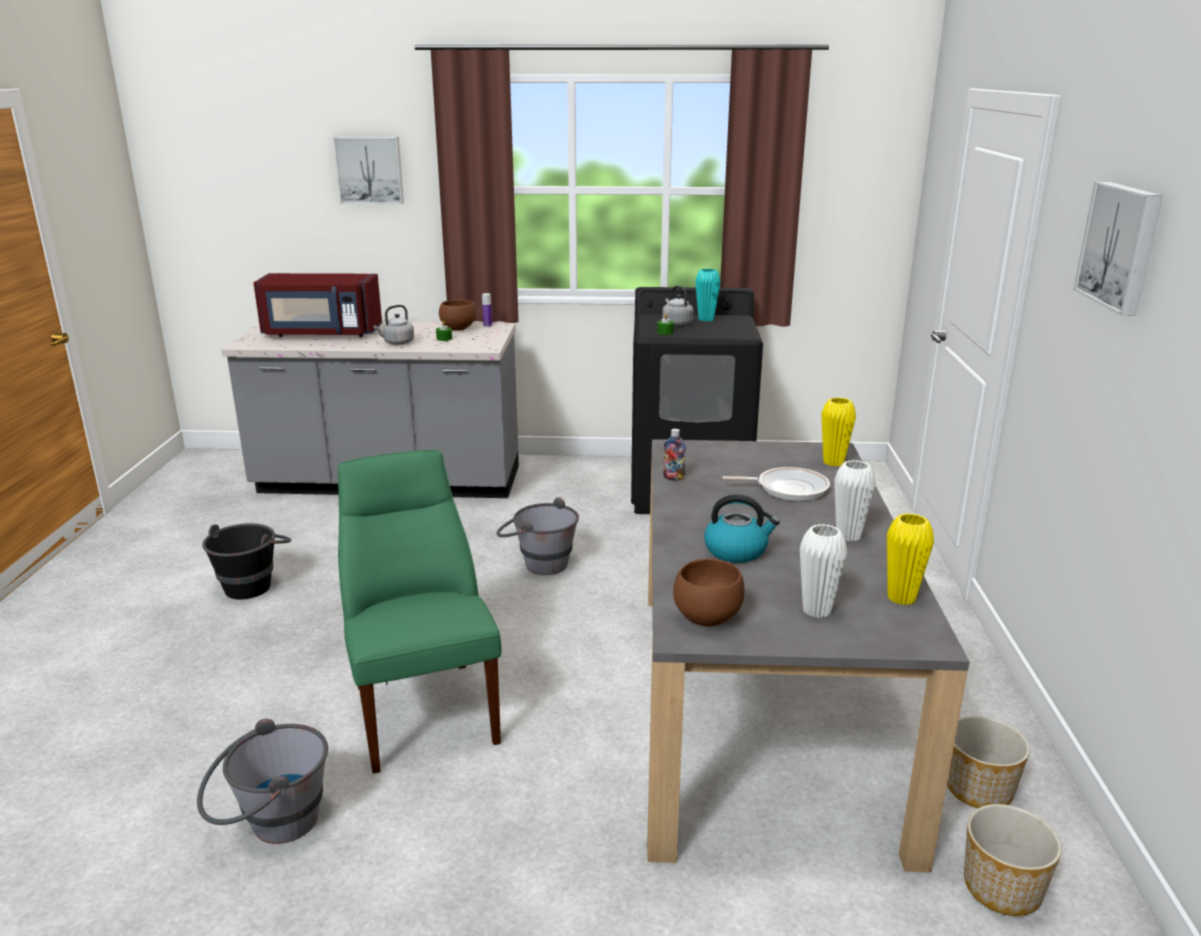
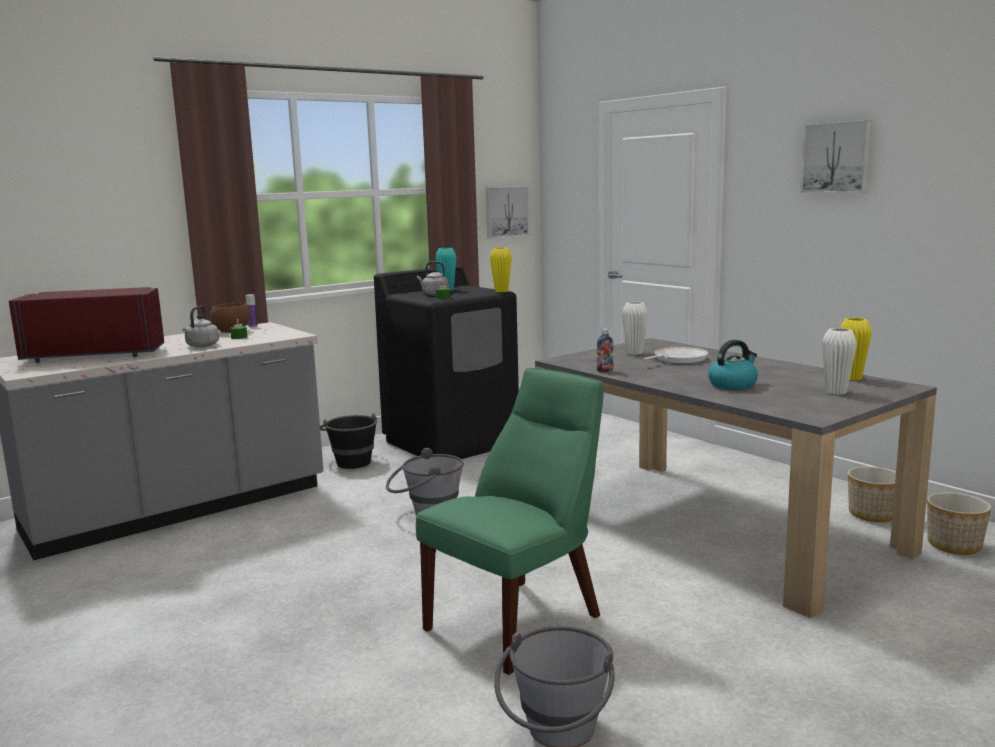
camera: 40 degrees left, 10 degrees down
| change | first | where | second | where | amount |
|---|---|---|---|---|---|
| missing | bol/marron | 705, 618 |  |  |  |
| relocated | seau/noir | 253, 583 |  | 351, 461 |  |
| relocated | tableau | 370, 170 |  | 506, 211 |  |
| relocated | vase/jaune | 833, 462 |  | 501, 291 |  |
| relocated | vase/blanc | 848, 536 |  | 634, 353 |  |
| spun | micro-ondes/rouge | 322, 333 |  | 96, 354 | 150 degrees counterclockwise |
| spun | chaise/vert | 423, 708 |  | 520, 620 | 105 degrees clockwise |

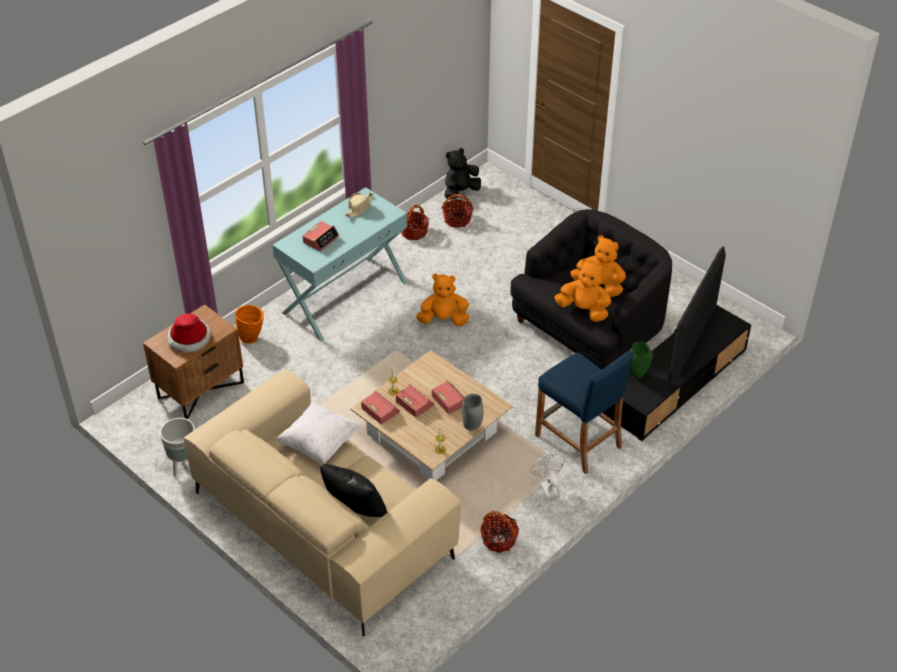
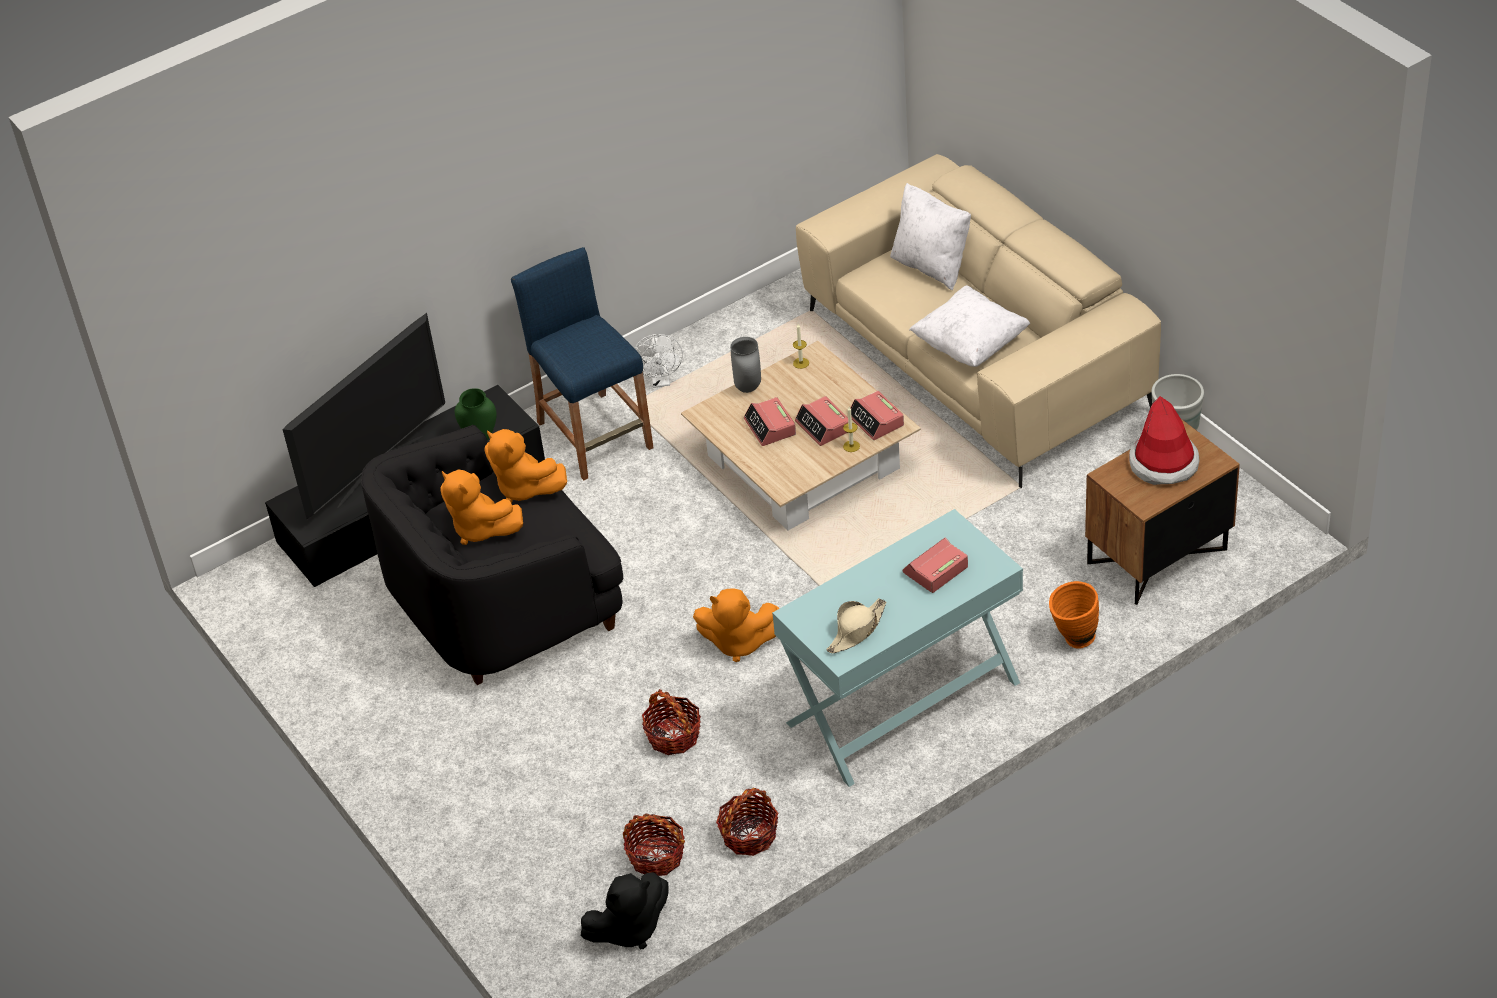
camera: 165 degrees left, 0 degrees up
| change | first | where | second | where | amount |
|---|---|---|---|---|---|
| relocated | panier | 499, 539 |  | 673, 736 |  |
| colour | coussin/noir | 355, 510 | coussin/blanc | 931, 266 |  |

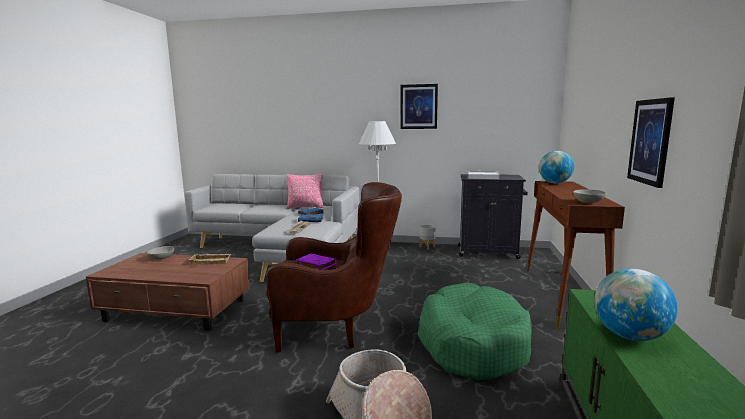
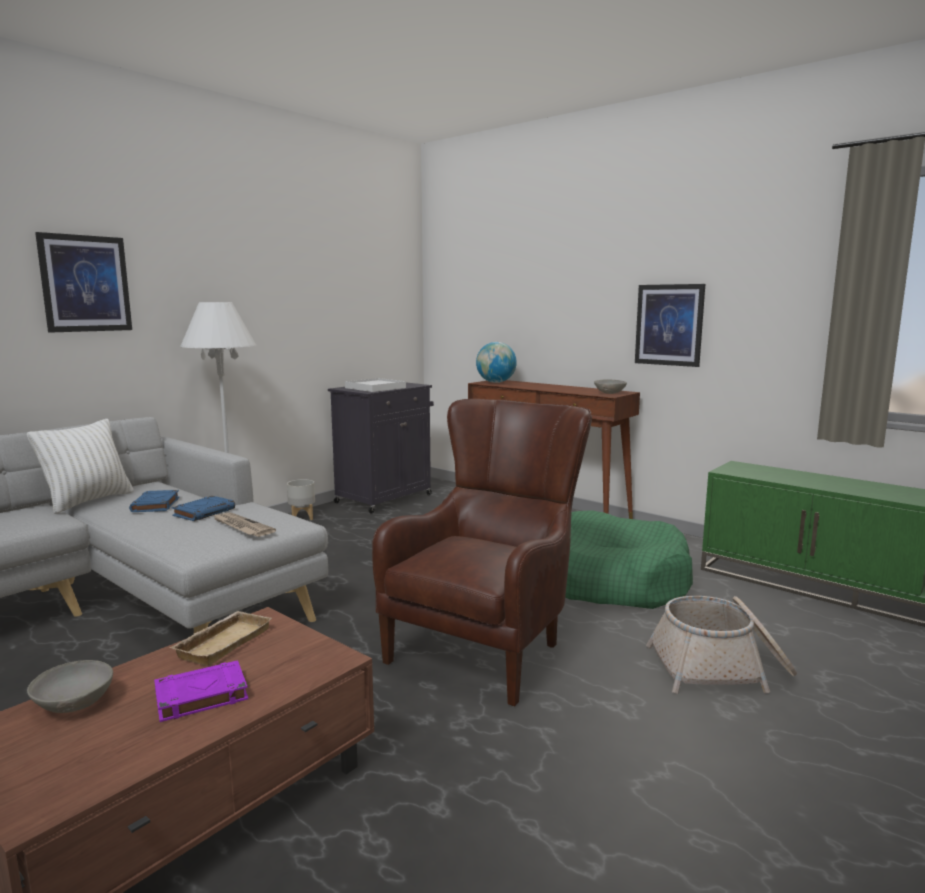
camera: 60 degrees left, 0 degrees up
| change | first | where | second | where | amount |
|---|---|---|---|---|---|
| missing | globe | 629, 336 |  |  |  |
| relocated | livre/violet | 315, 264 |  | 200, 696 |  |
| relocated | tableau | 418, 106 |  | 85, 283 |  |
| colour | coussin/rose | 305, 207 | coussin/blanc | 88, 501 |  |

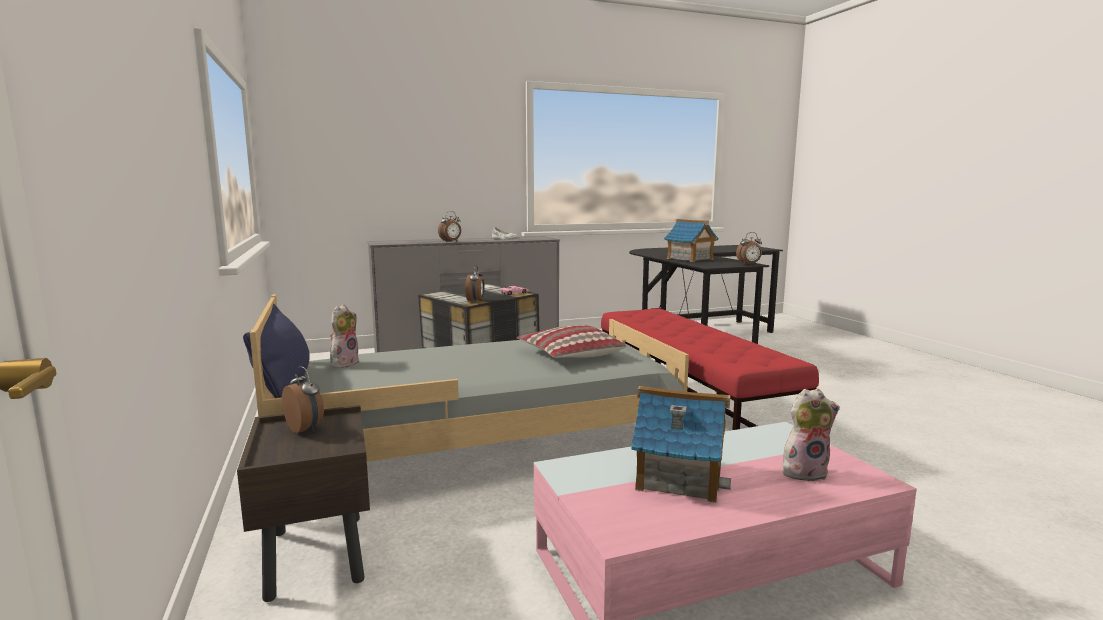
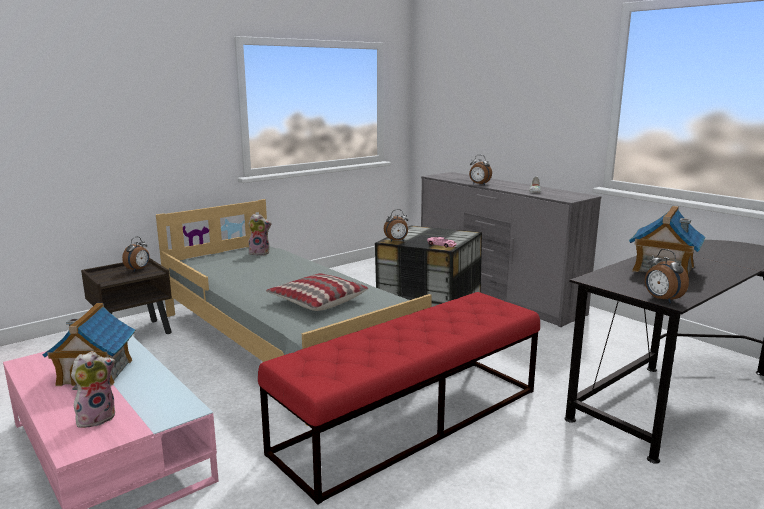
camera: 70 degrees right, 5 degrees up
| change | first | where | second | where | amount |
|---|---|---|---|---|---|
| missing | coussin/bleu | 283, 386 |  |  |  |
| spun | peluche | 804, 472 |  | 97, 417 | 105 degrees counterclockwise |

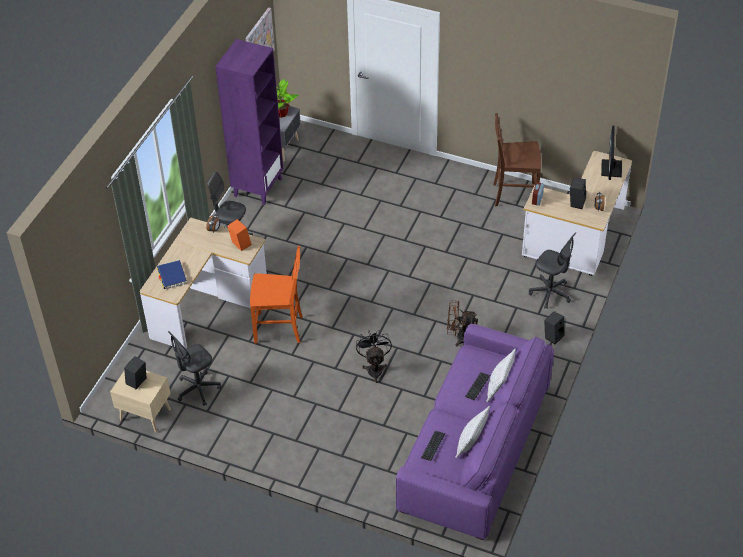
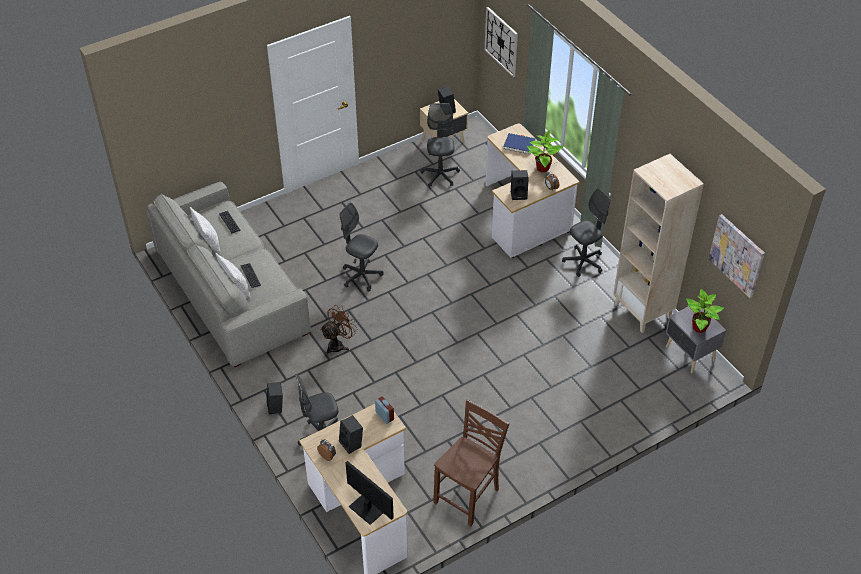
camera: 125 degrees right, 0 degrees up
| change | first | where | second | where | amount |
|---|---|---|---|---|---|
| missing | chaise/orange | 280, 329 |  |  |  |
| appeared |  |  | horloge murale | 501, 41 |  |
| appeared |  |  | plante en pot | 542, 168 |  |
| exchanged | ventilateur/noir | 374, 368 | chaise de bureau/gris | 361, 276 |  |
| colour | bibliothèque/violet | 257, 187 | bibliothèque/beige | 643, 311 |  |
| colour | enceinte/orange | 239, 244 | enceinte/noir | 519, 194 |  |
| colour | canapé/violet | 475, 447 | canapé/gris | 230, 291 |  |

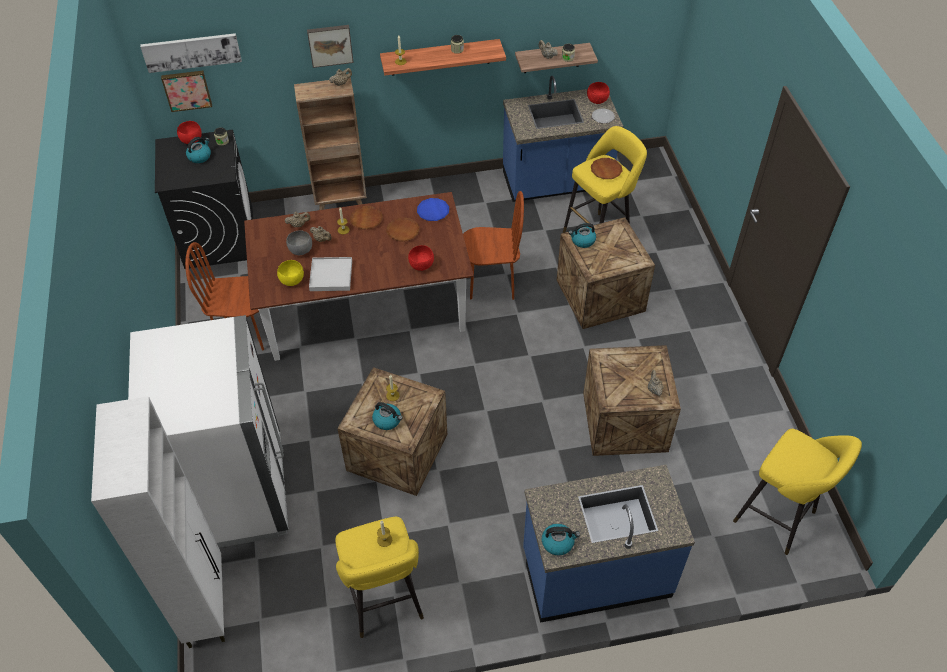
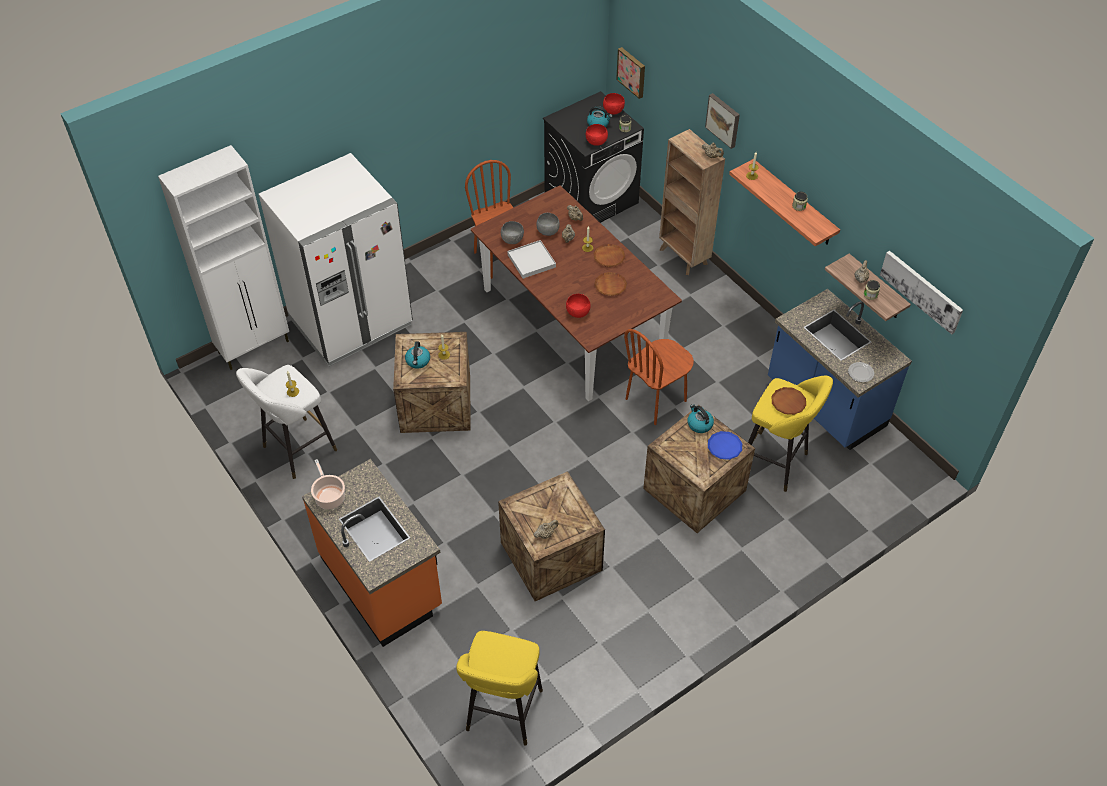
camera: 65 degrees right, 0 degrees up
| change | first | where | second | where | amount |
|---|---|---|---|---|---|
| relocated | tableau | 191, 52 |  | 921, 291 |  |
| relocated | assiette/bleu | 433, 211 |  | 724, 447 |  |
| relocated | bol/rouge | 597, 101 |  | 596, 142 |  |
| exchanged | bouilloire | 558, 542 | marmite | 329, 496 |  |
| colour | bol/jaune | 292, 280 | bol/gris | 513, 240 |  |
| colour | tabouret/jaune | 385, 604 | tabouret/blanc | 296, 450 |  |
| colour | comptoir de cuisine/bleu | 595, 573 | comptoir de cuisine/orange | 382, 582 |  |
| spun | chaise/marron | 491, 284 |  | 656, 400 | 75 degrees clockwise |

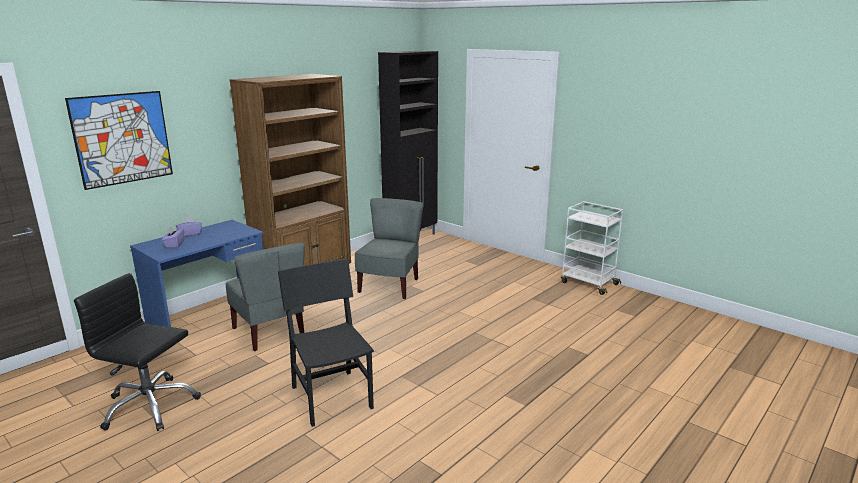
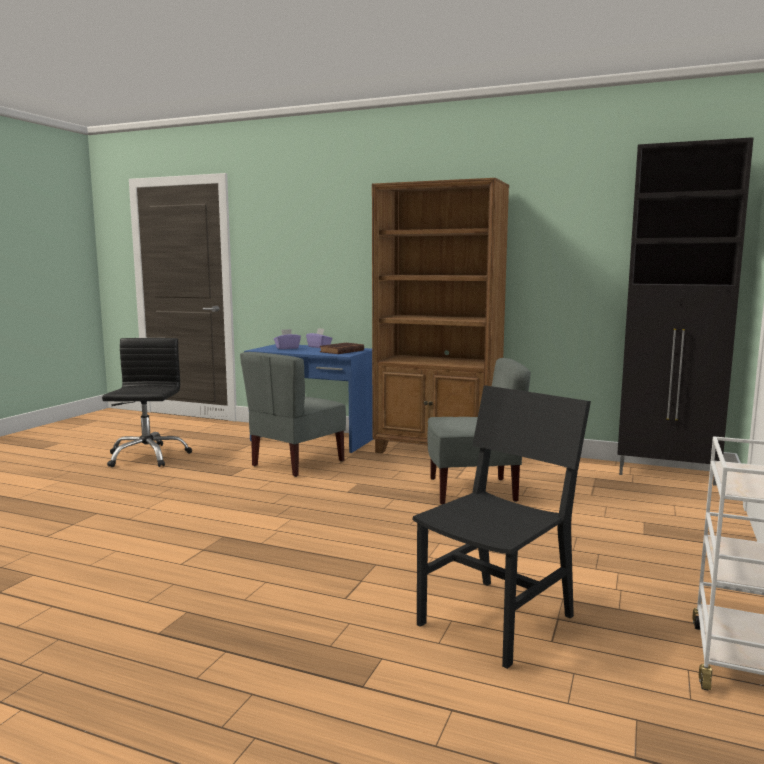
camera: 70 degrees right, 10 degrees down
| change | first | where | second | where | amount |
|---|---|---|---|---|---|
| missing | tableau | 122, 139 |  |  |  |
| appeared |  |  | livre/marron | 341, 351 |  |
| relocated | chaise/noir | 332, 397 |  | 496, 620 |  |

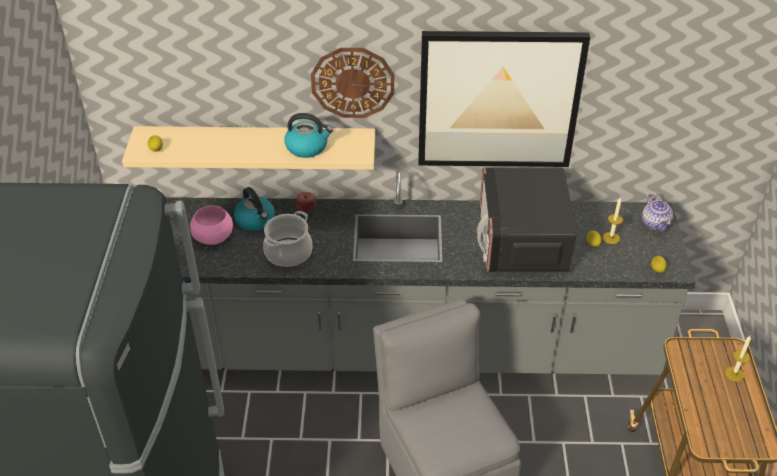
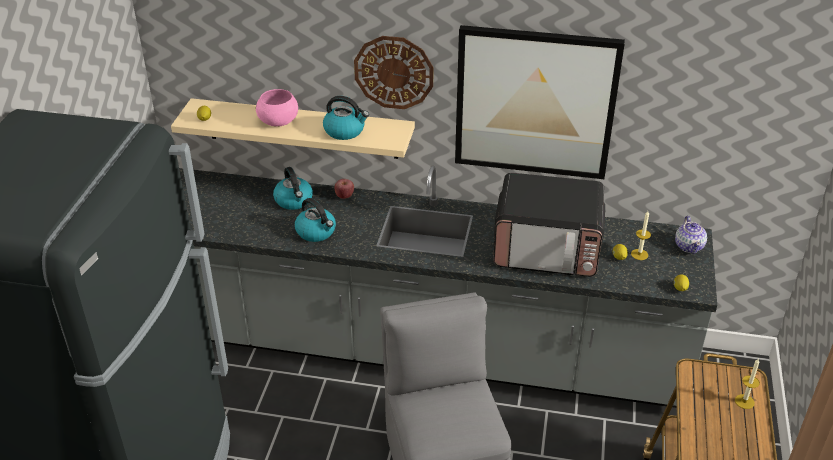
camera: 10 degrees right, 5 degrees down
| change | first | where | second | where | amount |
|---|---|---|---|---|---|
| relocated | bol/rose | 213, 238 |  | 278, 122 |  |
| exchanged | marmite | 288, 253 | bouilloire | 316, 232 |  |
| spun | micro-ondes | 522, 242 |  | 547, 248 | 90 degrees counterclockwise |

